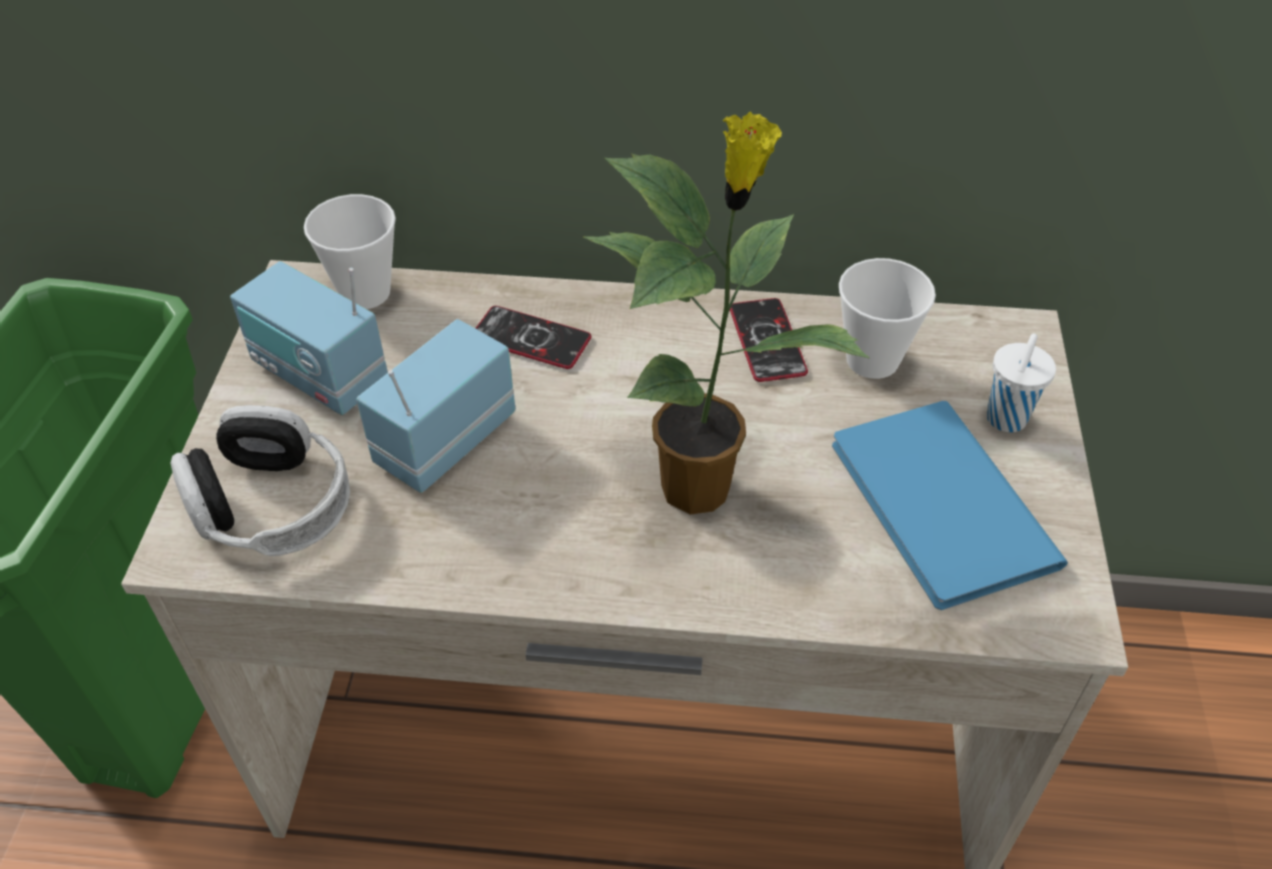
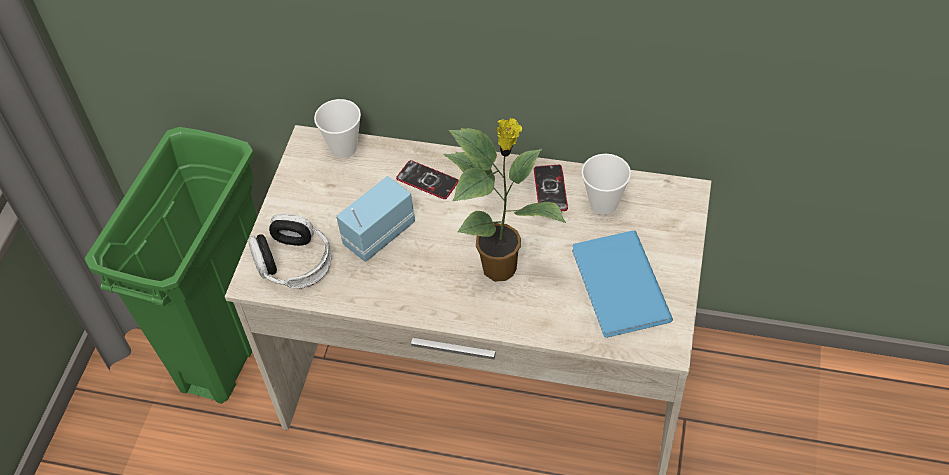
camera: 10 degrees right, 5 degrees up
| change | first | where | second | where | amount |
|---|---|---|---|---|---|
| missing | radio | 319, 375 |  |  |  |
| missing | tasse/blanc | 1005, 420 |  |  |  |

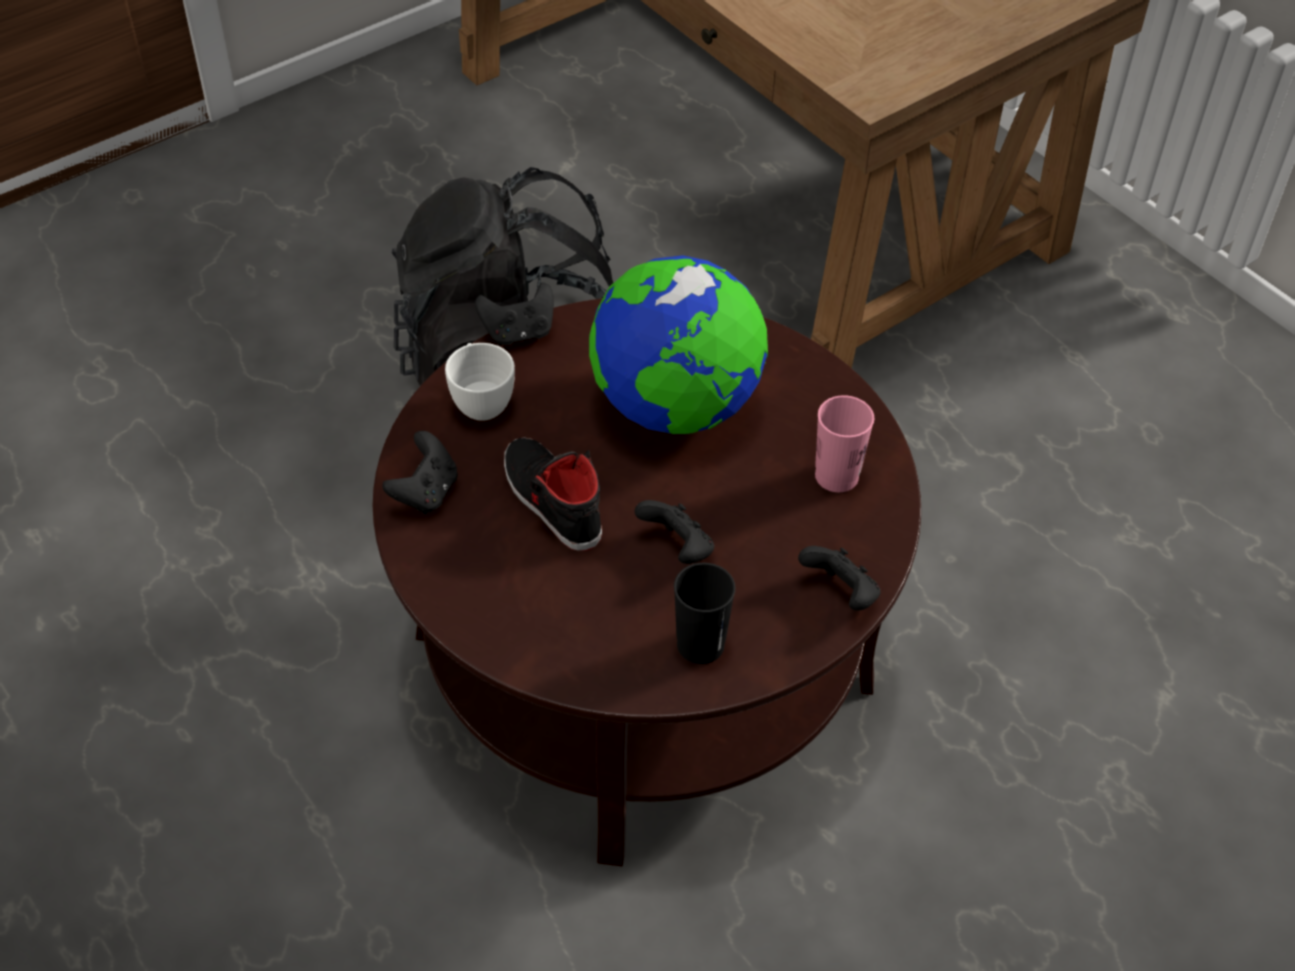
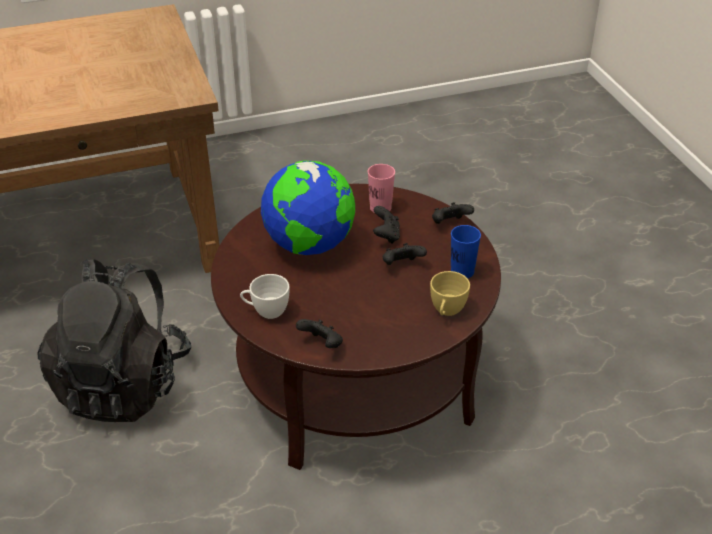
camera: 70 degrees left, 10 degrees down
| change | first | where | second | where | amount |
|---|---|---|---|---|---|
| missing | chaussure/noir | 550, 500 |  |  |  |
| appeared |  |  | tasse/jaune | 446, 311 |  |
| relocated | manette/noir | 518, 332 |  | 386, 235 |  |
| colour | tasse/noir | 700, 644 | tasse/bleu | 462, 271 |  |

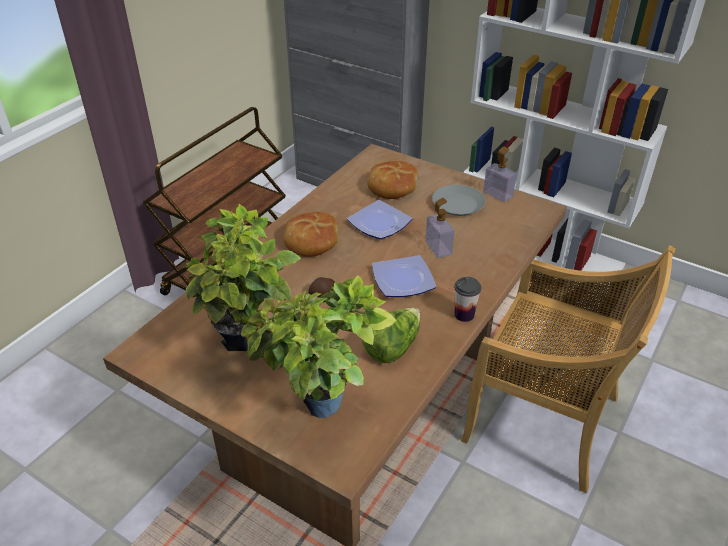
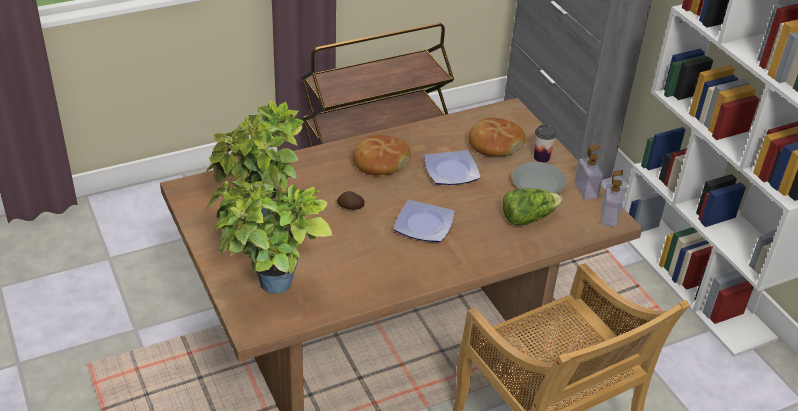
camera: 30 degrees right, 0 degrees up
| change | first | where | second | where | amount |
|---|---|---|---|---|---|
| relocated | laitue | 392, 346 |  | 528, 217 |  |
| relocated | distributeur de savon | 438, 248 |  | 609, 216 |  |
| relocated | tasse | 464, 315 |  | 541, 157 |  |

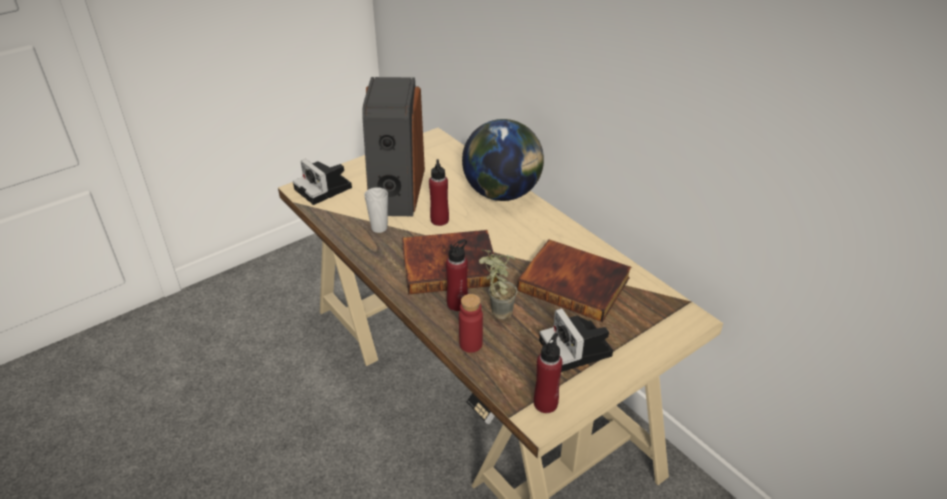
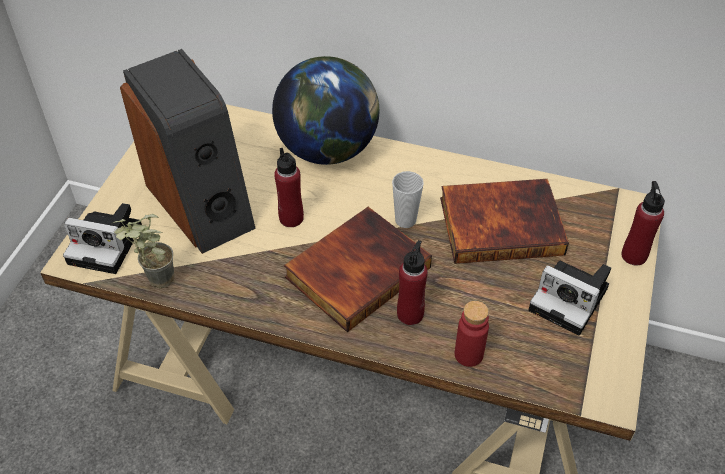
camera: 35 degrees left, 10 degrees up
| change | first | where | second | where | amount |
|---|---|---|---|---|---|
| relocated | tasse | 379, 228 |  | 405, 220 |  |
| relocated | plante en pot | 495, 311 |  | 153, 282 |  |
| relocated | bouteille/rouge | 545, 403 |  | 634, 255 |  |

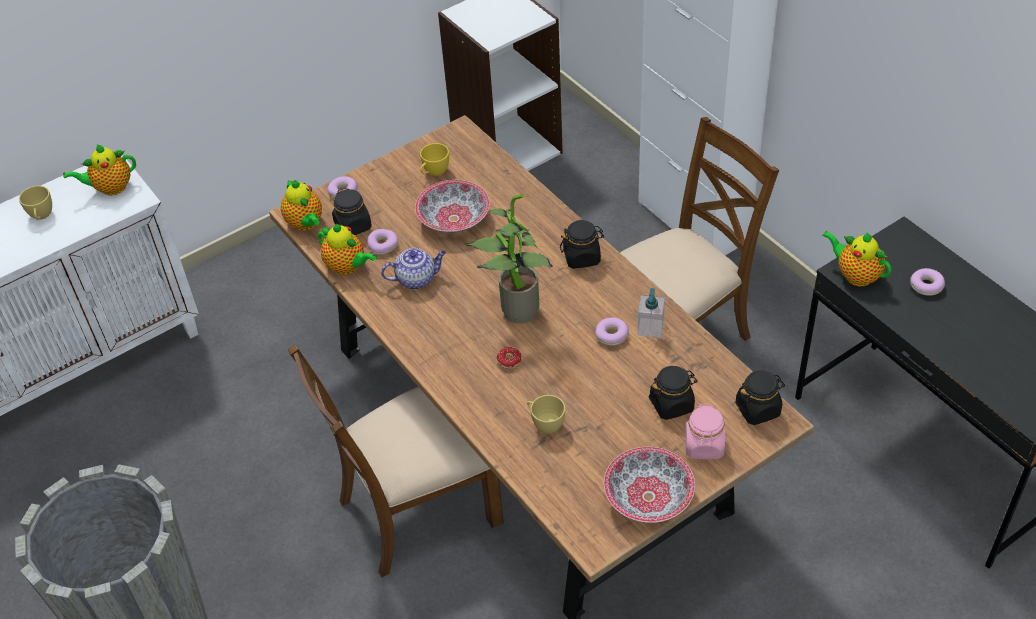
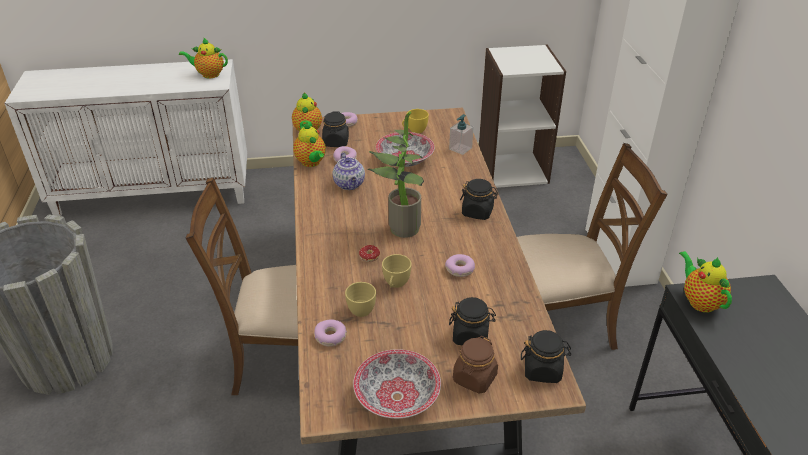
camera: 25 degrees right, 10 degrees down
| change | first | where | second | where | amount |
|---|---|---|---|---|---|
| relocated | tasse/jaune | 41, 216 |  | 395, 284 |  |
| relocated | distributeur de savon | 650, 328 |  | 460, 148 |  |
| relocated | beignet | 926, 286 |  | 330, 337 |  |
| colour | bocal/rose | 704, 446 | bocal/marron | 474, 378 |  |
| spun | théière | 417, 279 |  | 350, 184 | 60 degrees clockwise |

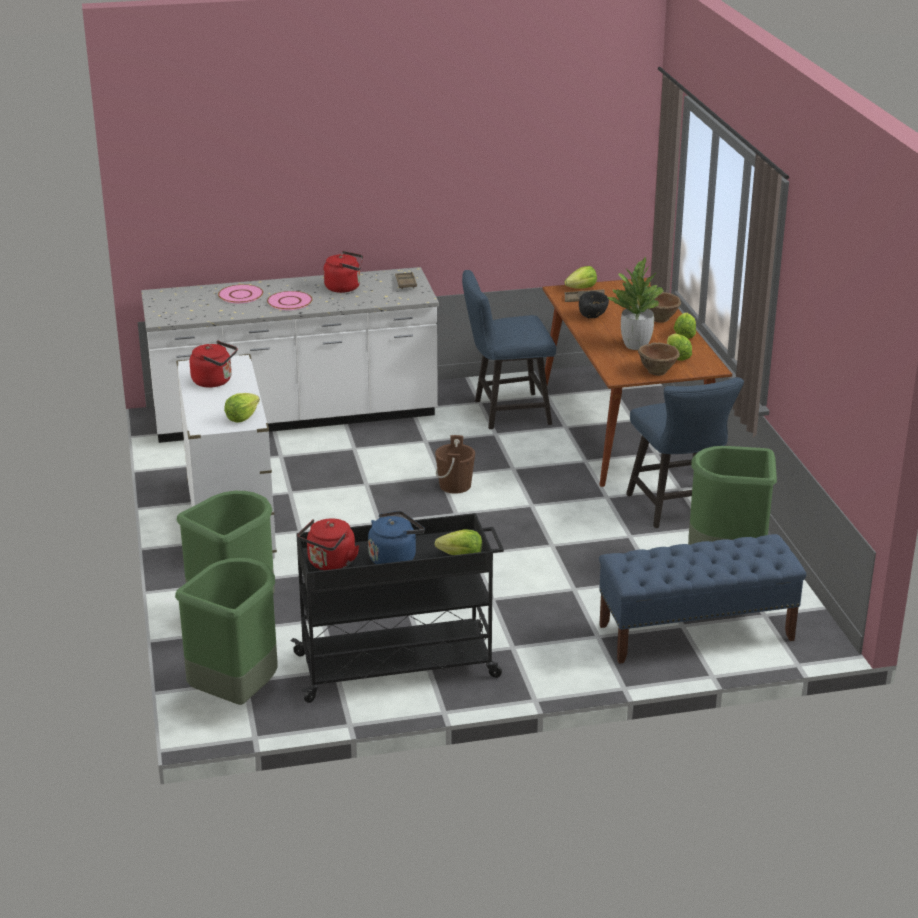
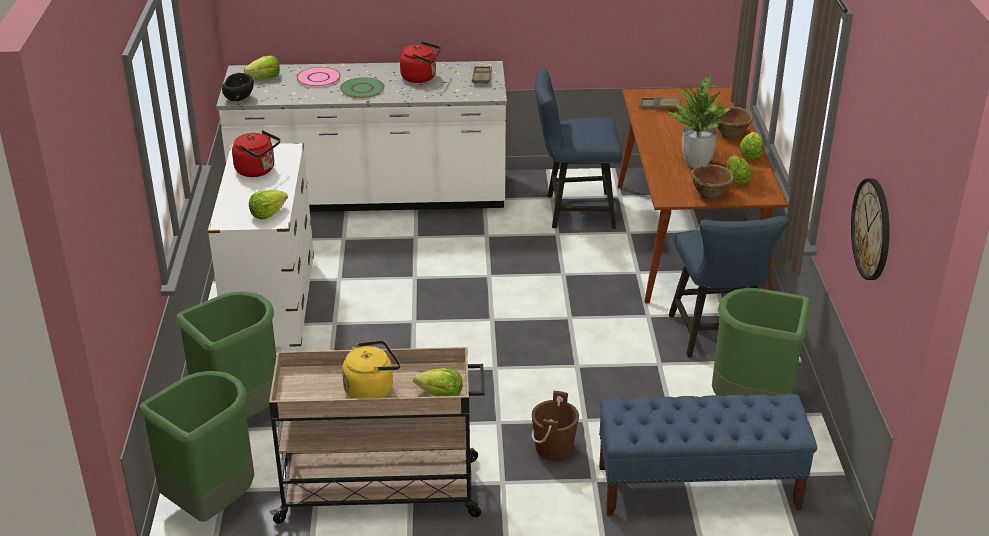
camera: 10 degrees right, 5 degrees up
| change | first | where | second | where | amount |
|---|---|---|---|---|---|
| missing | bouilloire/rouge | 330, 564 |  |  |  |
| appeared |  |  | horloge murale | 872, 229 |  |
| relocated | seau/marron | 455, 485 |  | 554, 448 |  |
| relocated | laitue | 581, 288 |  | 265, 77 |  |
| relocated | bol/noir | 593, 316 |  | 239, 99 |  |
| colour | assiette/rose | 289, 302 | assiette/vert | 362, 89 |  |
| colour | chariot/noir | 399, 665 | chariot/beige | 381, 490 |  |
| colour | bouilloire/bleu | 395, 558 | bouilloire/jaune | 372, 389 |  |

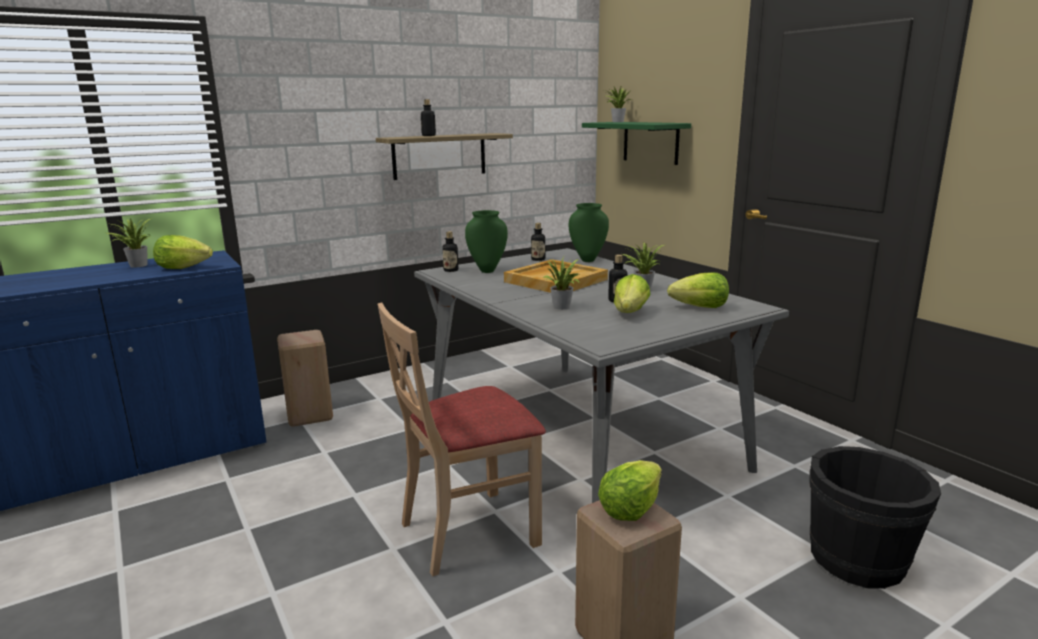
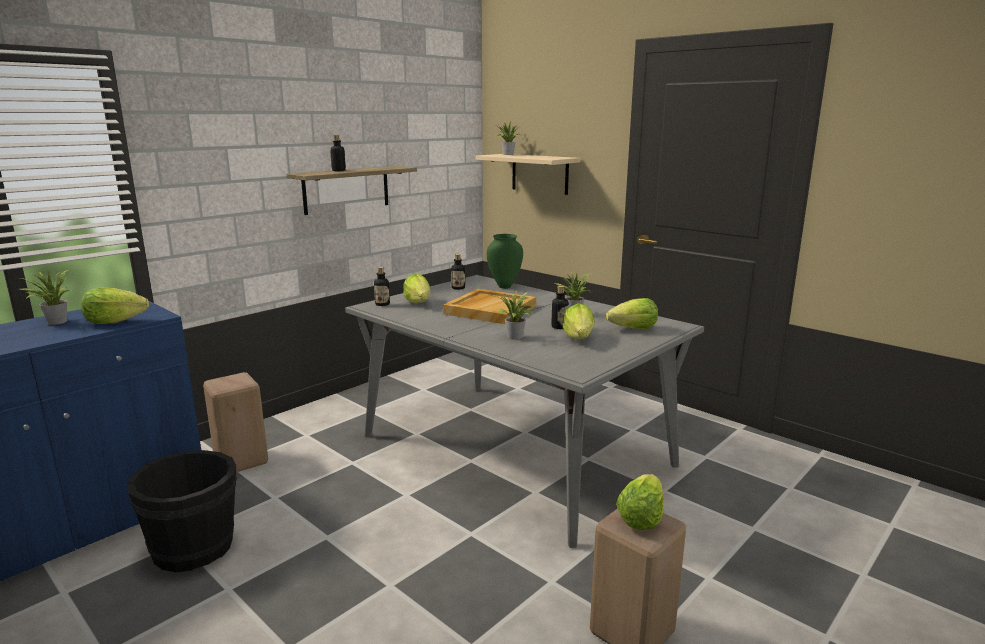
camera: 15 degrees left, 0 degrees up
| change | first | where | second | where | amount |
|---|---|---|---|---|---|
| missing | chaise/beige | 468, 531 |  |  |  |
| relocated | seau/noir | 858, 559 |  | 195, 547 |  |
| exchanged | vase/vert | 487, 270 | laitue | 418, 303 |  |
| colour | étagère/vert | 650, 142 | étagère/beige | 540, 173 |  |

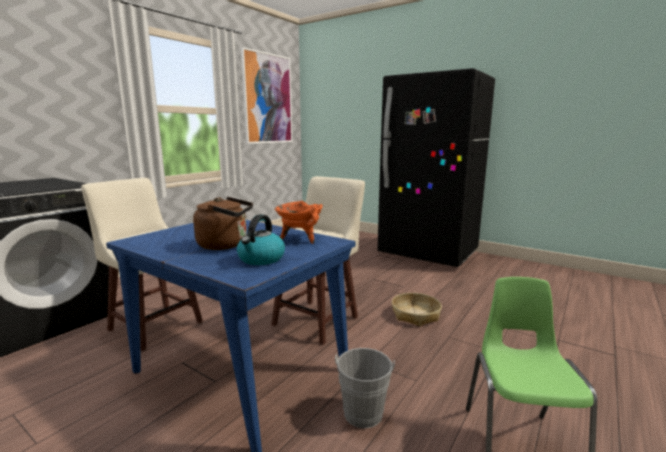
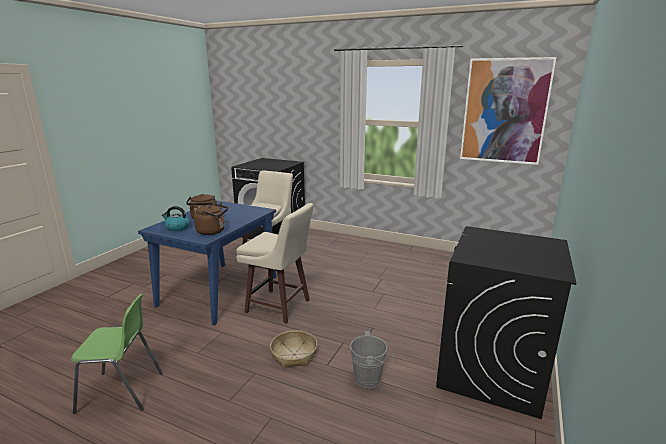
camera: 80 degrees right, 5 degrees up
| change | first | where | second | where | amount |
|---|---|---|---|---|---|
| relocated | seau/gris | 363, 410 |  | 370, 379 |  |
| exchanged | marmite/orange | 300, 239 | bouilloire/marron | 213, 231 |  |
| exchanged | réfrigérateur/noir | 428, 254 | lave-linge/noir | 491, 371 |  |

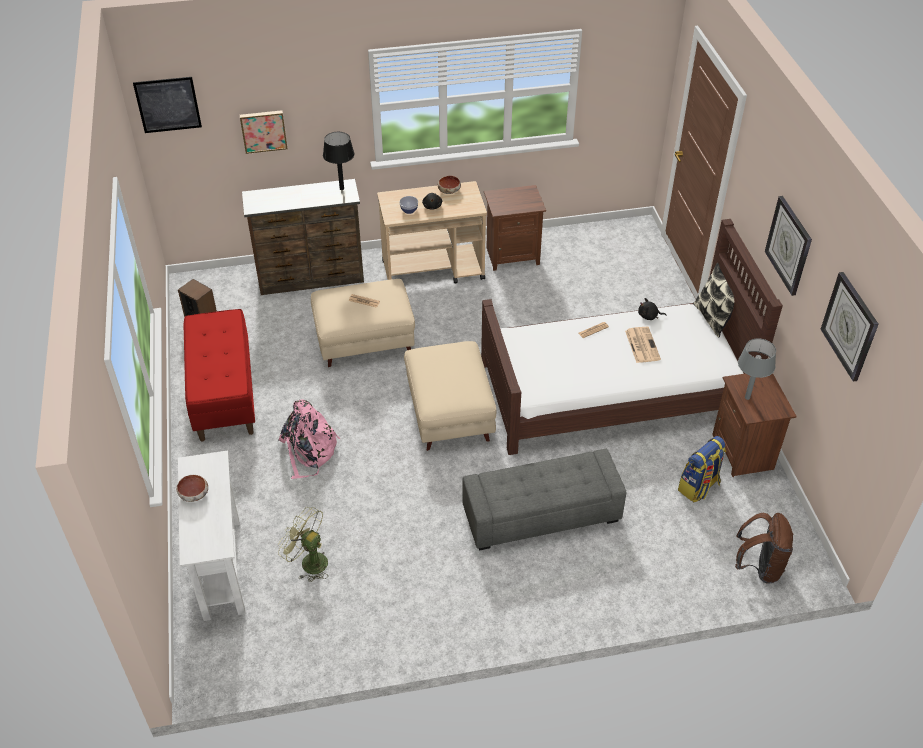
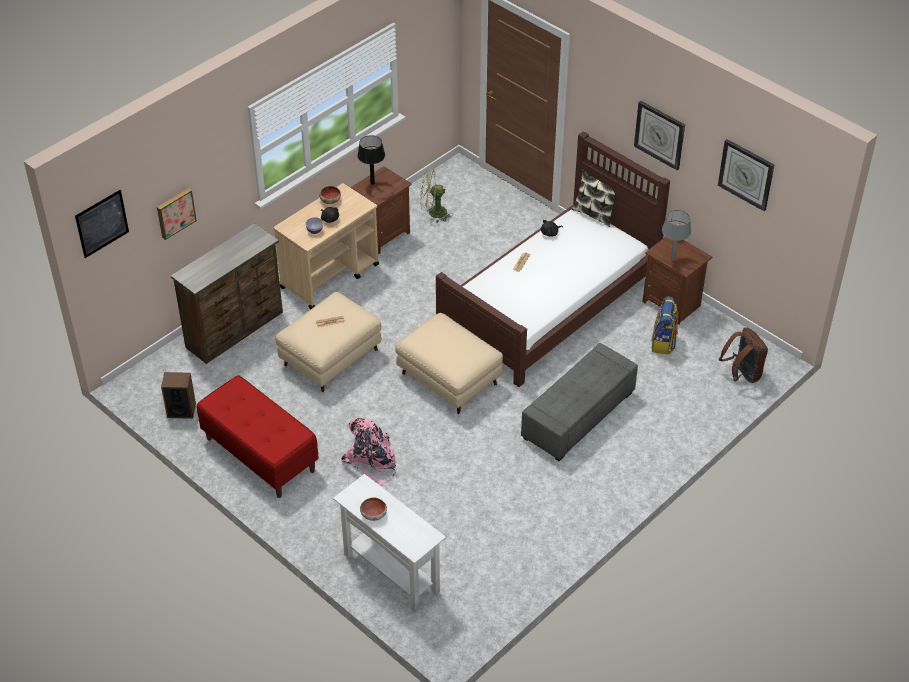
camera: 35 degrees left, 0 degrees up
| change | first | where | second | where | amount |
|---|---|---|---|---|---|
| missing | journal | 642, 345 |  |  |  |
| relocated | ventilateur/vert | 309, 561 |  | 433, 213 |  |
| relocated | lampe de table/noir | 342, 188 |  | 372, 183 |  |

